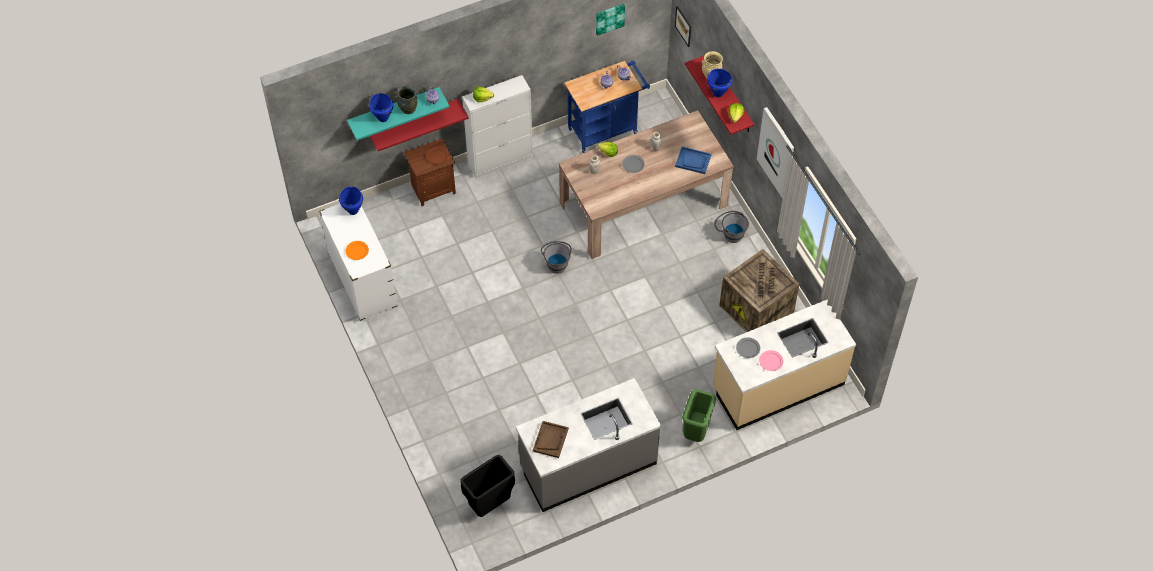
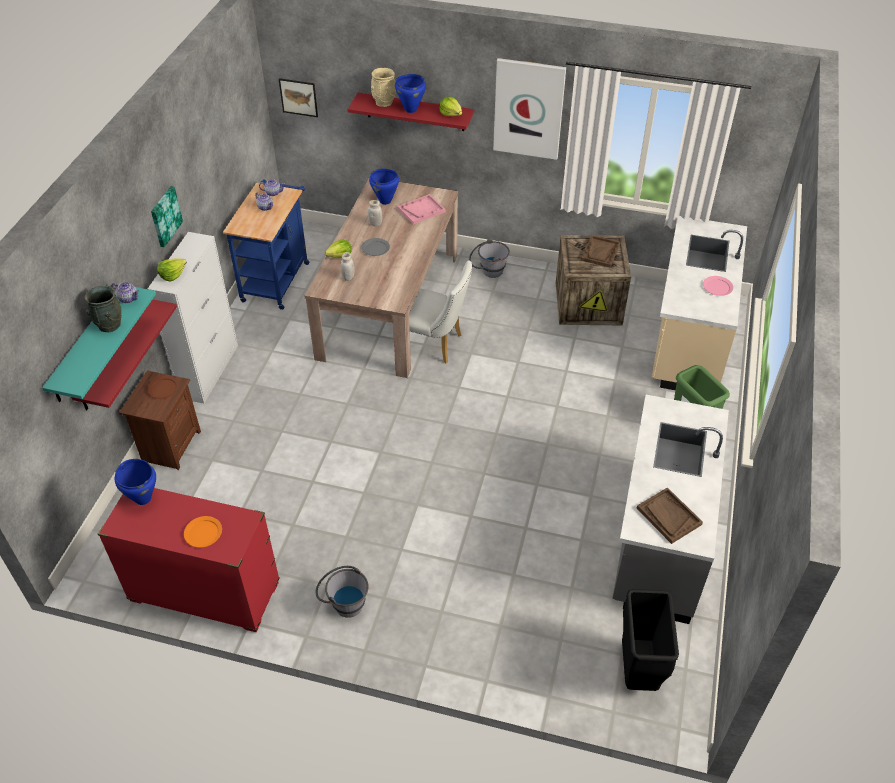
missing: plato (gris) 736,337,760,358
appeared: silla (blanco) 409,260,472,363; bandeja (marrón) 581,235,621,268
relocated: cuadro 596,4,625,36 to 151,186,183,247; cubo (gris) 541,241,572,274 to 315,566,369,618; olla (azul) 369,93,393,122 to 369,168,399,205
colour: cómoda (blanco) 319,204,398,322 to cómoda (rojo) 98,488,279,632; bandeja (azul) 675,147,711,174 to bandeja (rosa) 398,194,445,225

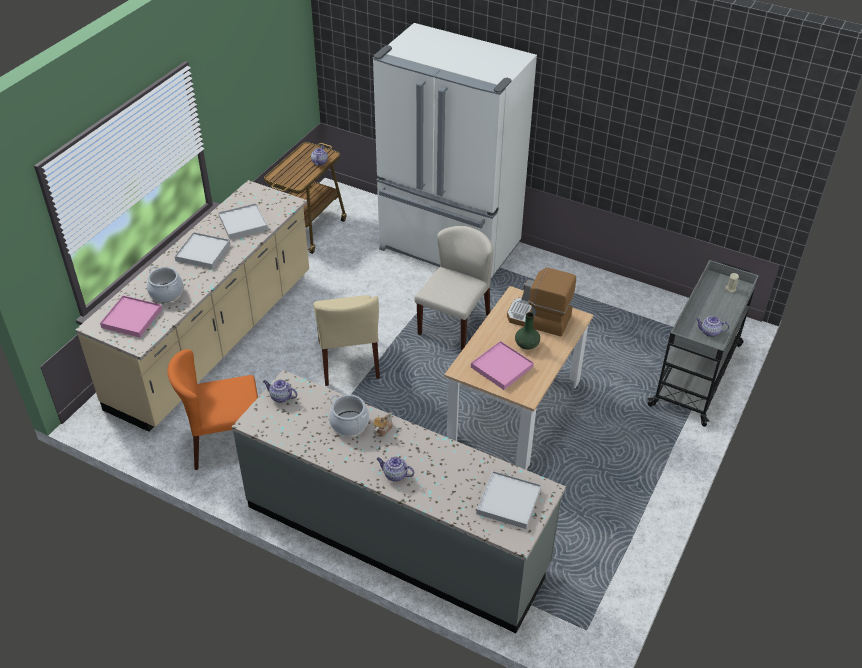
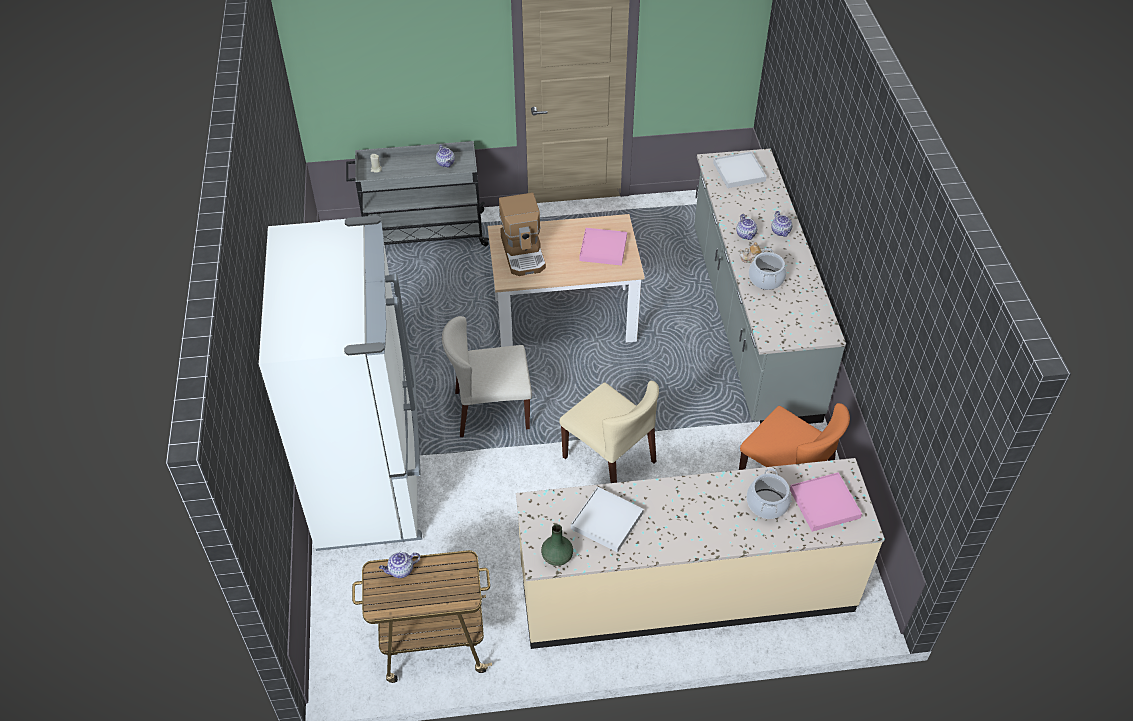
missing: bandeja (blanco) 175,232,230,269
relocated: florero (verde) 515,312,540,350 to 541,524,573,566; tetera 263,379,297,403 to 736,214,757,240
spun: silla (beis) 313,295,380,386 = 559,381,659,483 90 degrees clockwise

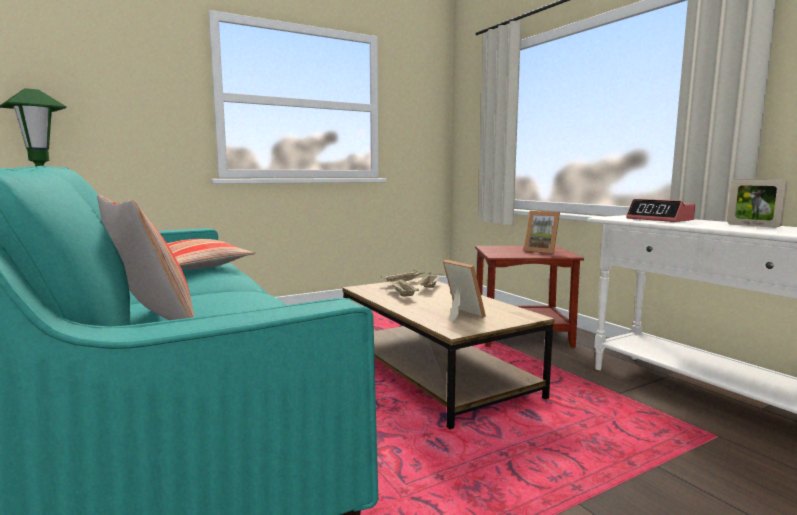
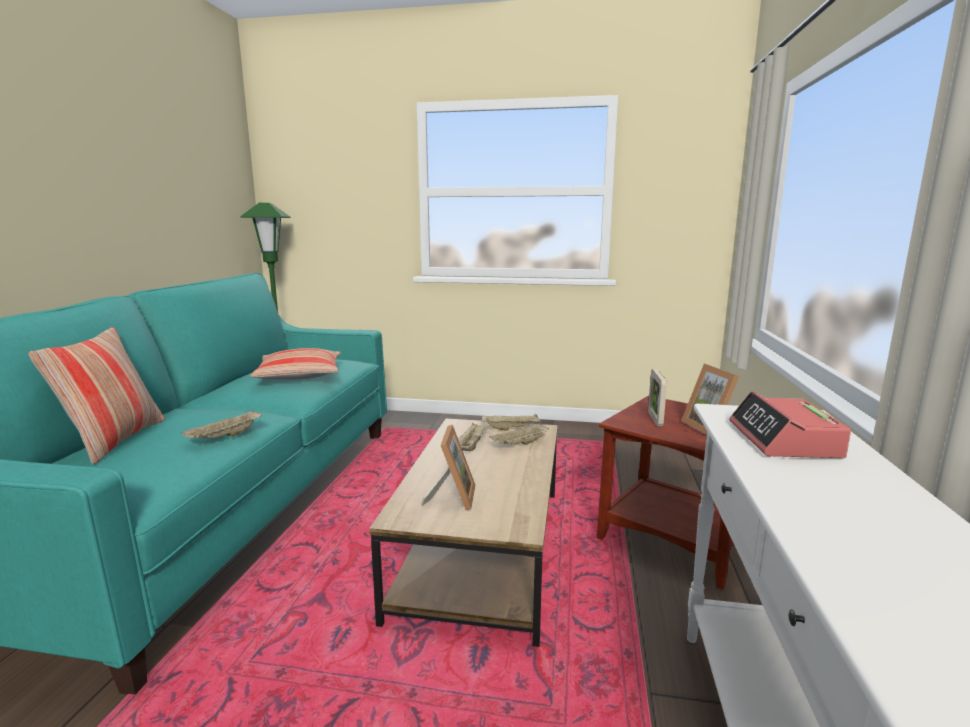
appeared: bandeja (beis) 181,410,262,438
relocated: portarretratos 727,179,787,228 to 648,369,667,427

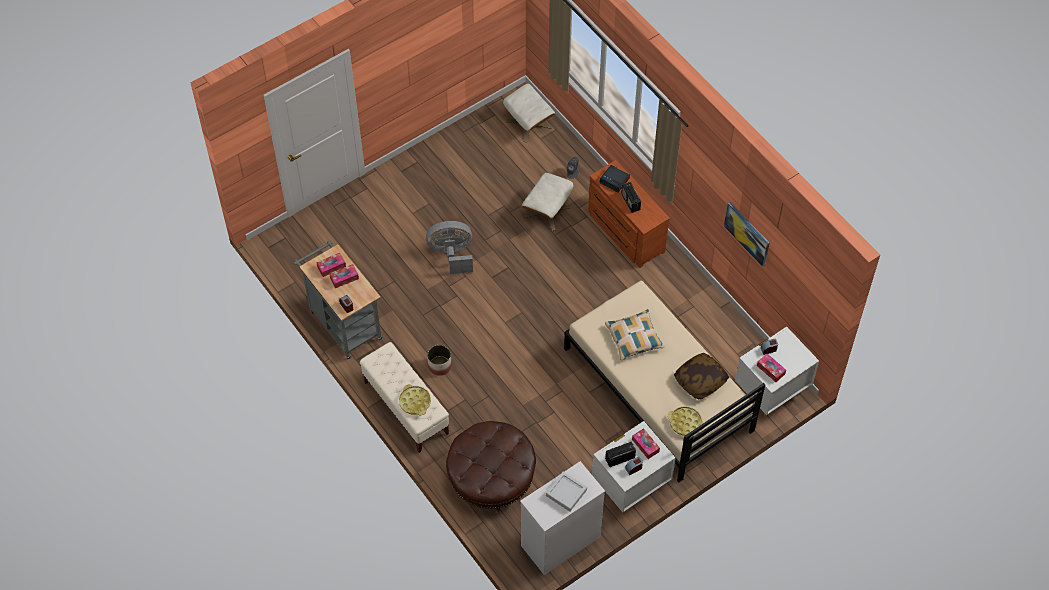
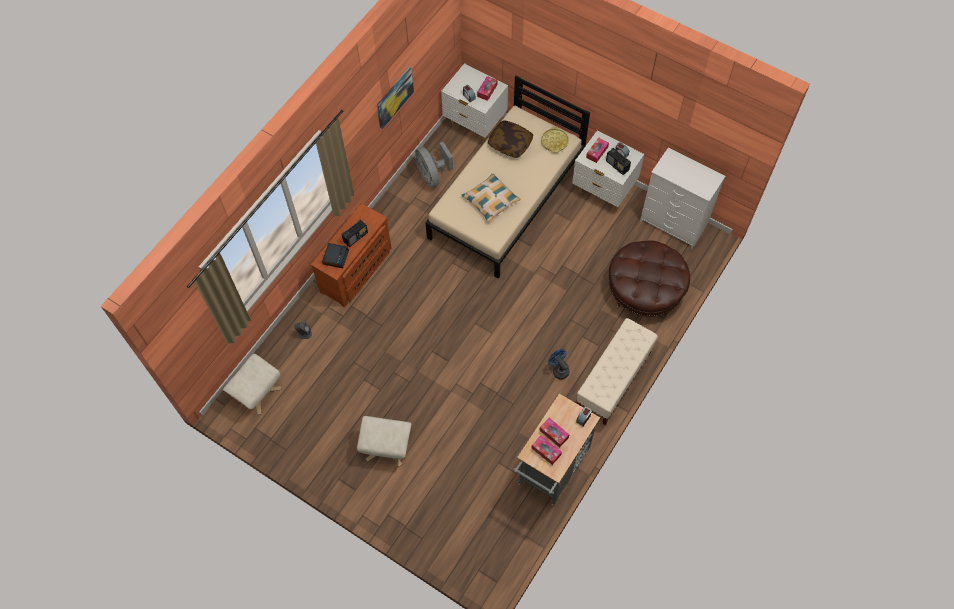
missing: bandeja (amarillo) 399,384,431,415; bandeja (gris) 546,471,587,512
relocated: puf (beis) 522,172,574,231 to 356,416,412,467; ventilador (gris) 426,221,473,274 to 415,142,453,187
exchanged: maceta 427,345,452,375 to ventilador (azul) 548,349,570,380

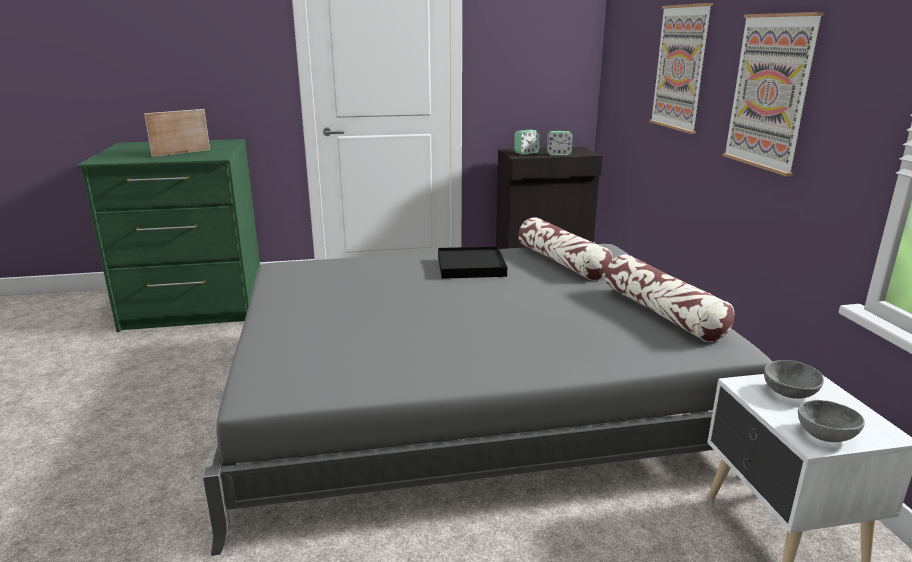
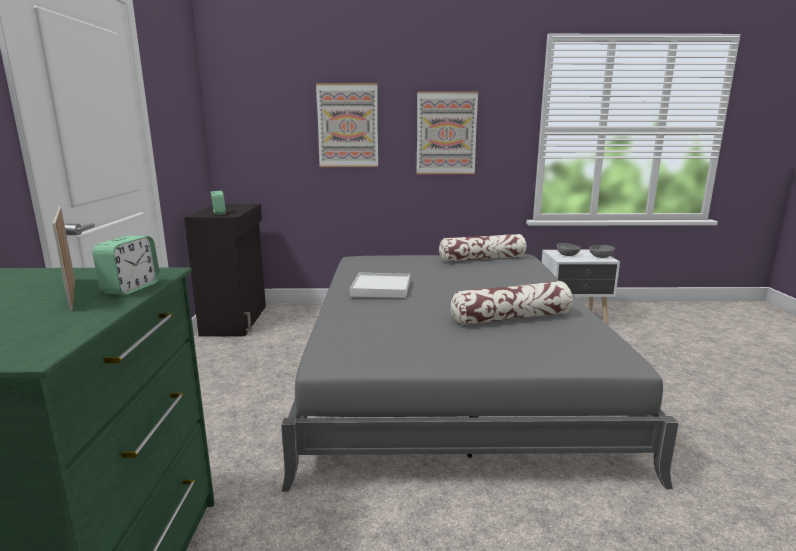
relocated: despertador 547,131,573,155 to 92,236,160,295; cojín 518,217,613,281 to 451,281,572,325
colour: bandeja (negro) 438,246,507,279 to bandeja (blanco) 350,273,410,298

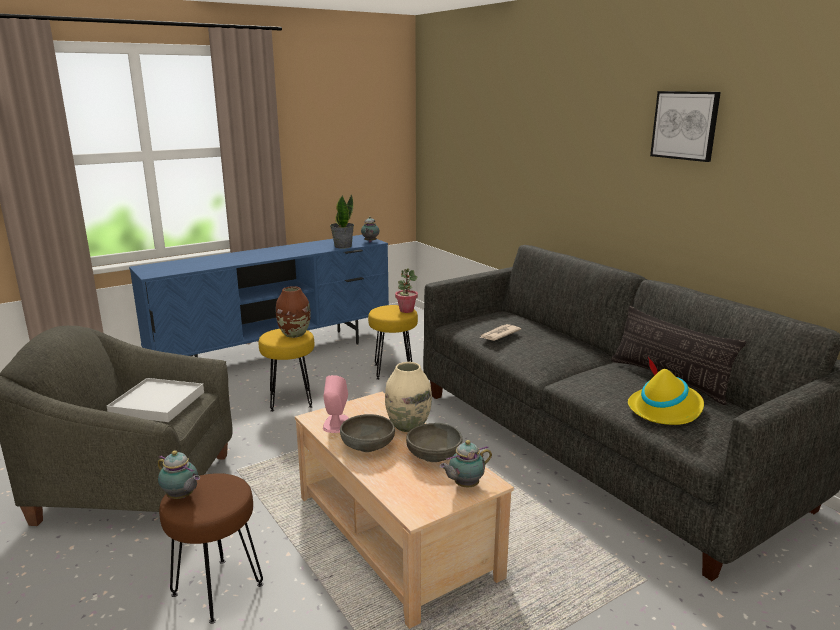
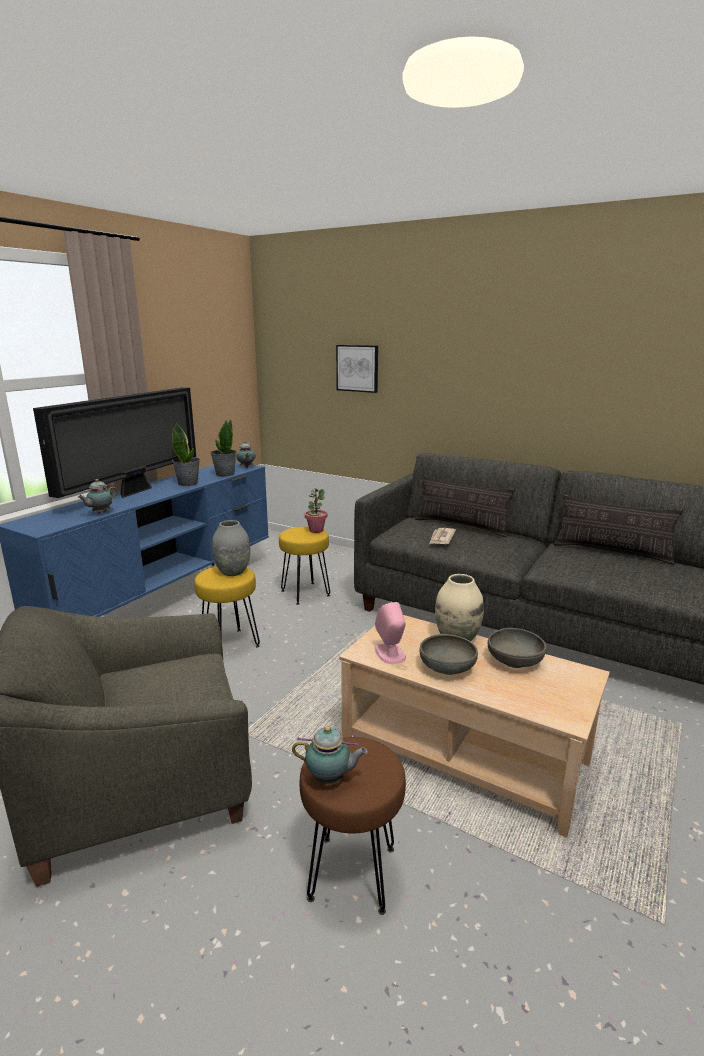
missing: bandeja (blanco) 107,378,204,422; sombrero (amarillo) 628,357,704,425
appeared: televisor 33,387,196,498; planta en maceta 172,423,200,486; cojín 415,475,515,537
relocated: tetera 440,440,492,487 to 78,479,118,514; cuadro 650,91,721,162 to 336,345,378,393
colour: florero (marrón) 276,286,311,338 to florero (gris) 212,520,250,576

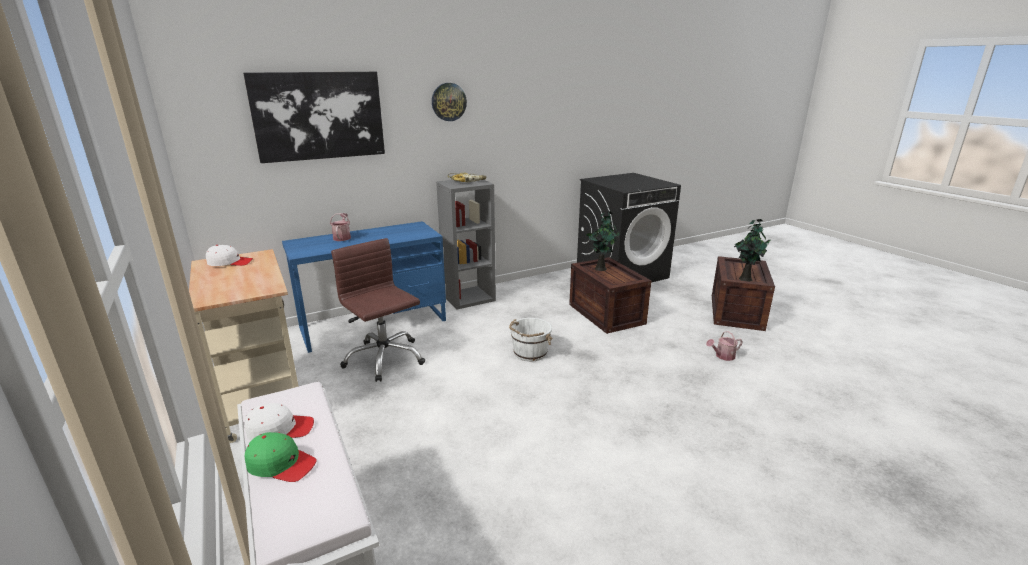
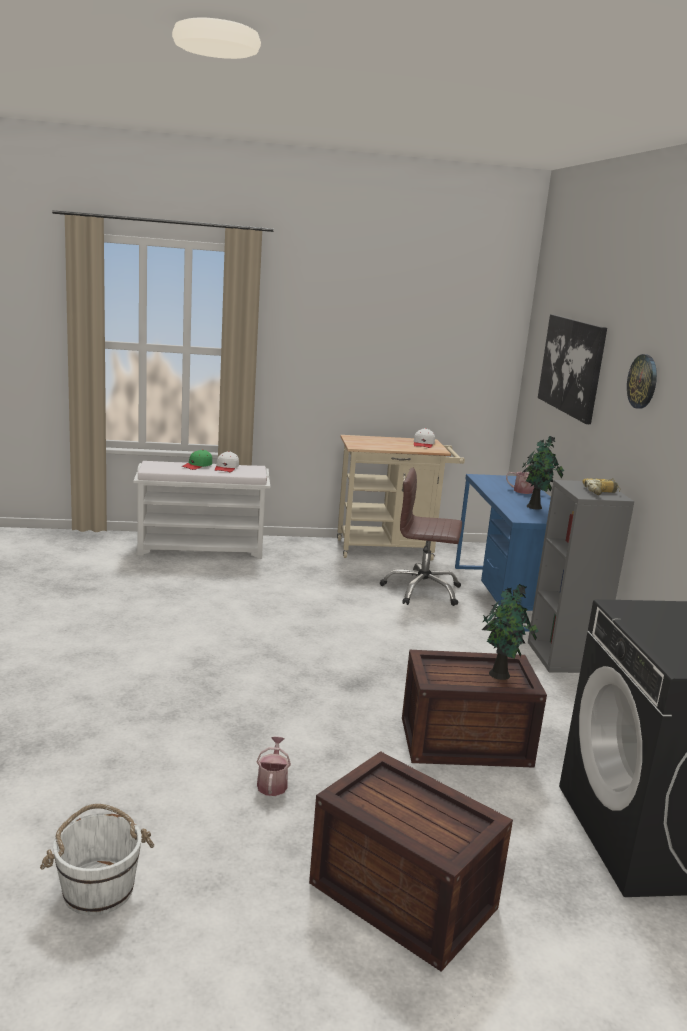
relocated: cubo (blanco) 509,318,553,361 to 40,804,154,916; planta en maceta 734,219,770,281 to 522,436,564,510
spun: silla de oficina (marrón) 331,238,425,382 = 380,467,462,606 150 degrees counterclockwise

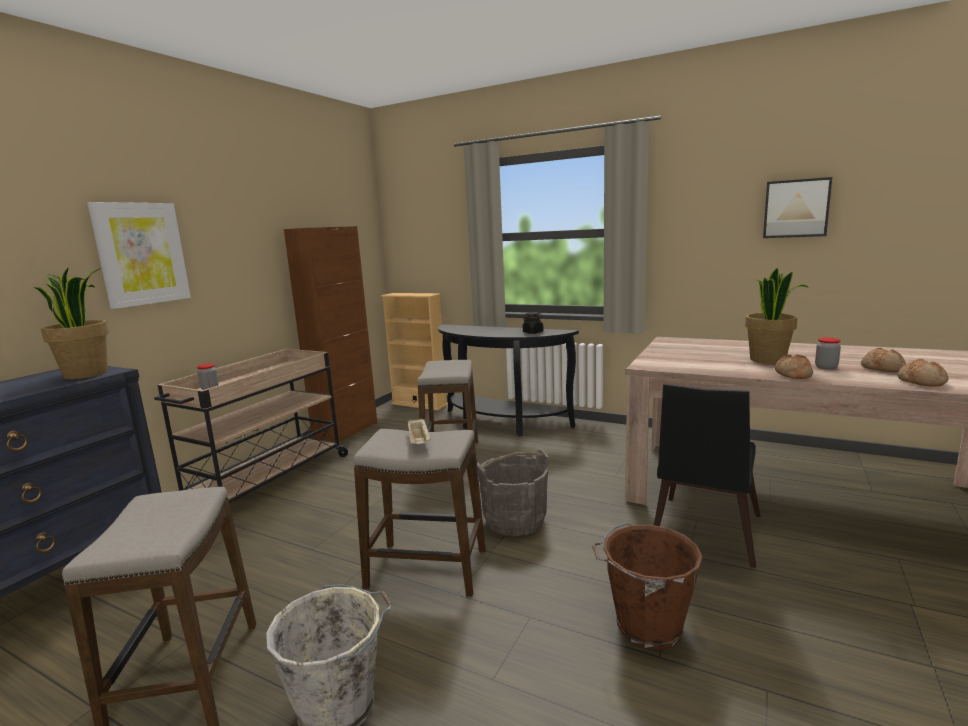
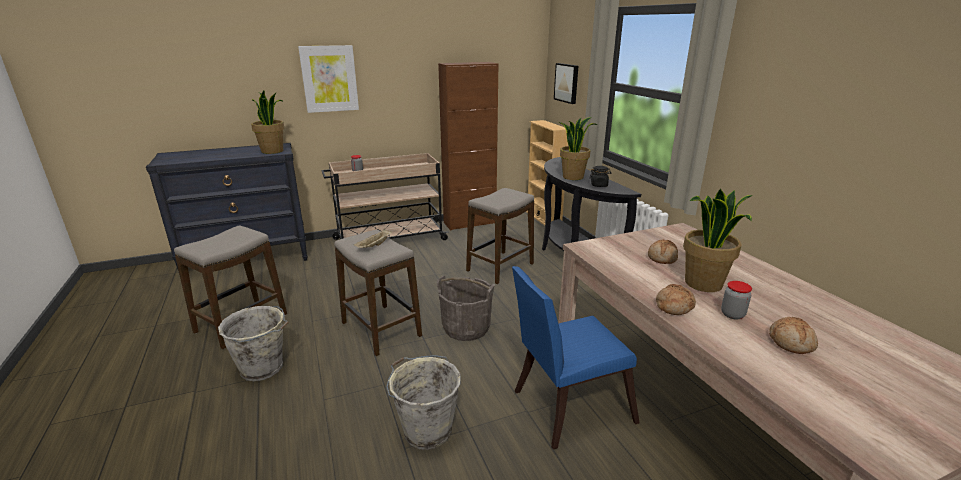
appeared: planta en maceta 559,117,598,180
relocated: cuadro 763,177,832,238 to 554,63,578,104; pan 898,359,948,387 to 648,239,678,264
colour: cubo (marrón) 592,523,703,650 to cubo (gris) 386,355,461,450; silla (negro) 654,384,760,568 to silla (azul) 512,266,640,450

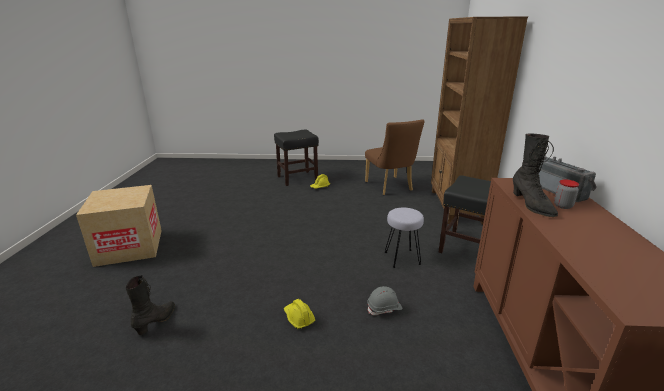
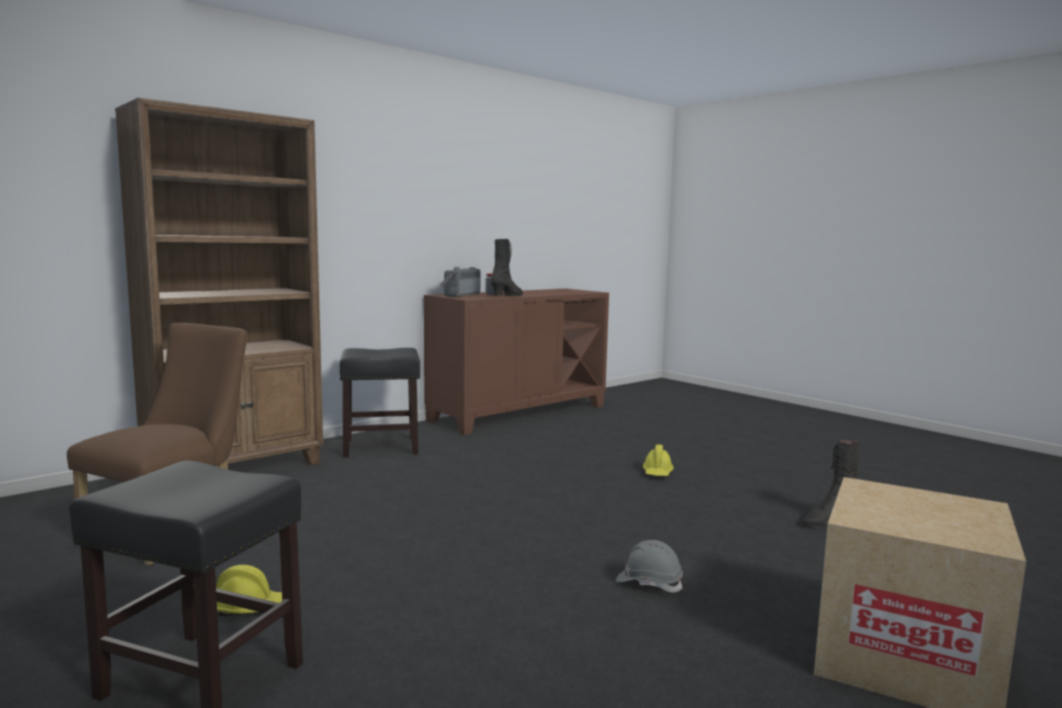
missing: taburete (gris) 385,208,424,268
relocated: casco (gris) 367,286,403,315 to 616,540,683,593

